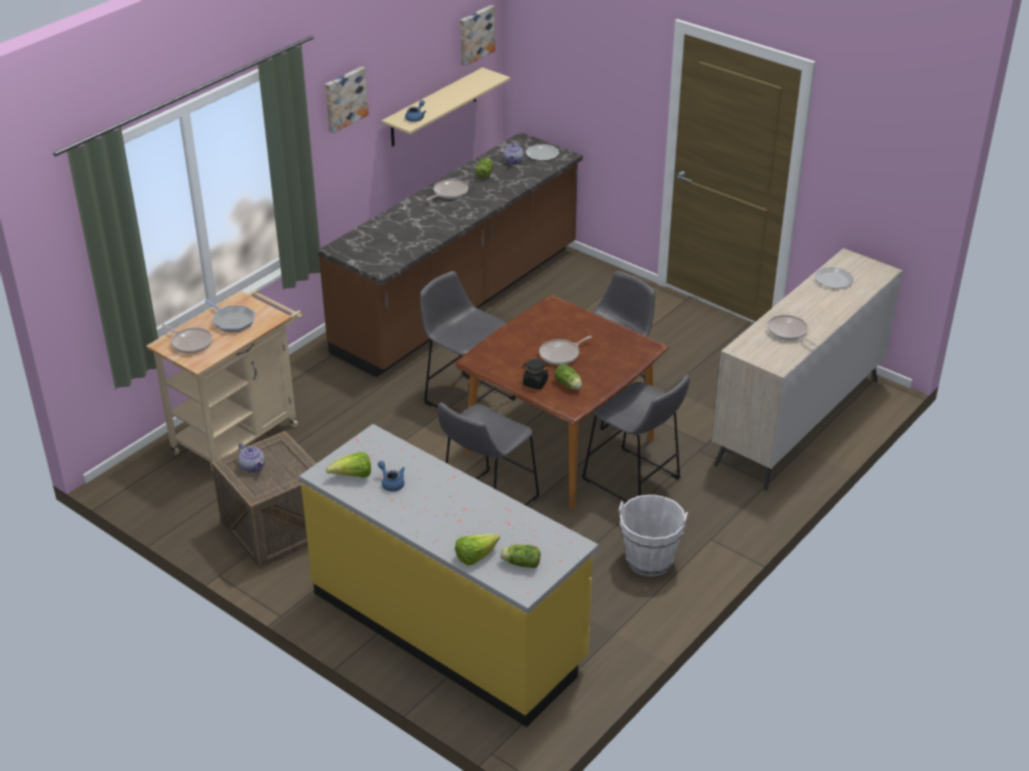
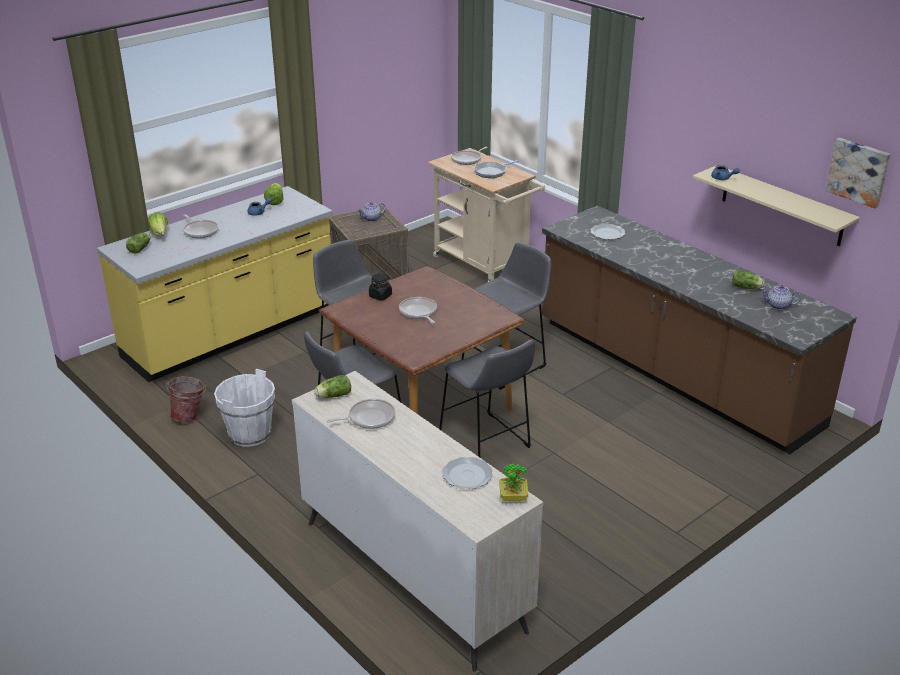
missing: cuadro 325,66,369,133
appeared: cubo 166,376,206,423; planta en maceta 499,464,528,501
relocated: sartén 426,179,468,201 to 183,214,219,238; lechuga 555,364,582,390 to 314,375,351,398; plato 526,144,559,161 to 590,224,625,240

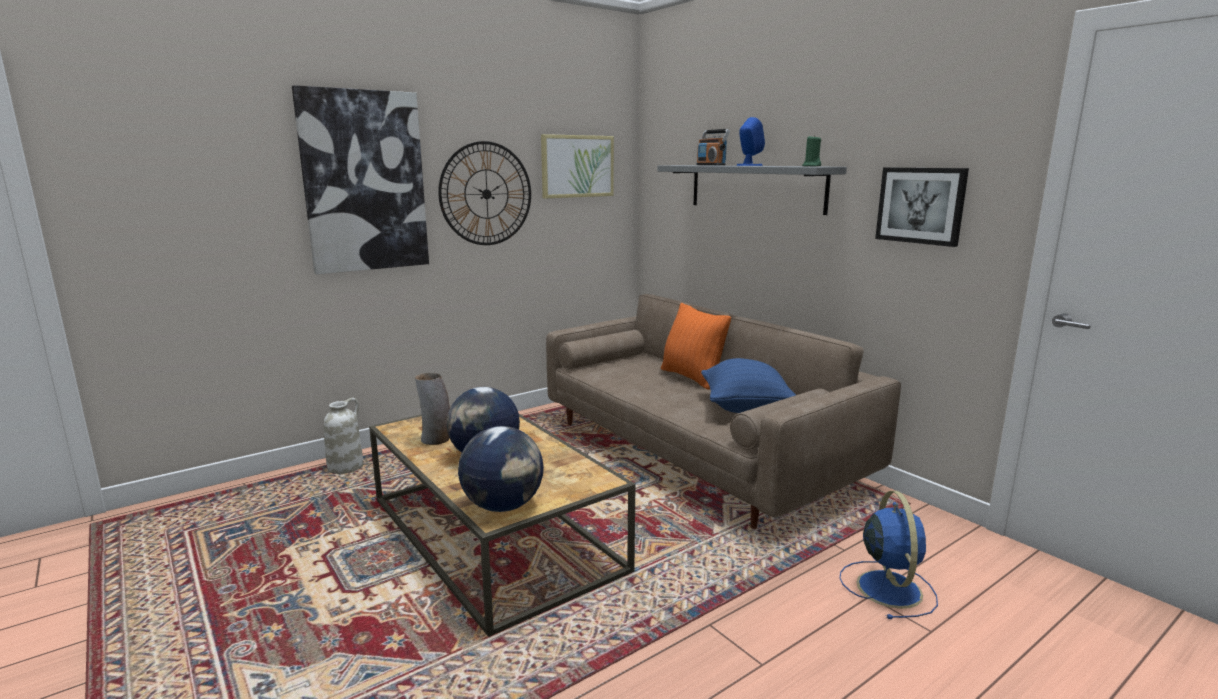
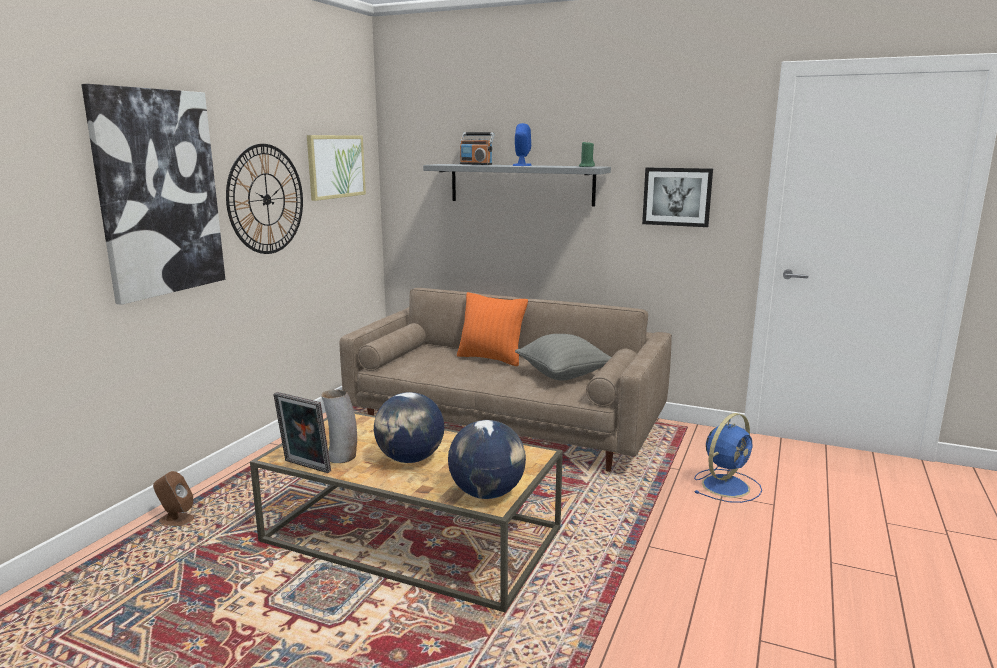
appeared: portarretratos 273,392,331,473
exchanged: florero (blanco) 324,398,364,474 to altavoz (marrón) 153,471,194,526
colour: cojín (azul) 701,358,796,413 to cojín (gris) 515,334,612,380
spun: ventilador (azul) 840,491,938,619 = 694,413,762,503 75 degrees clockwise

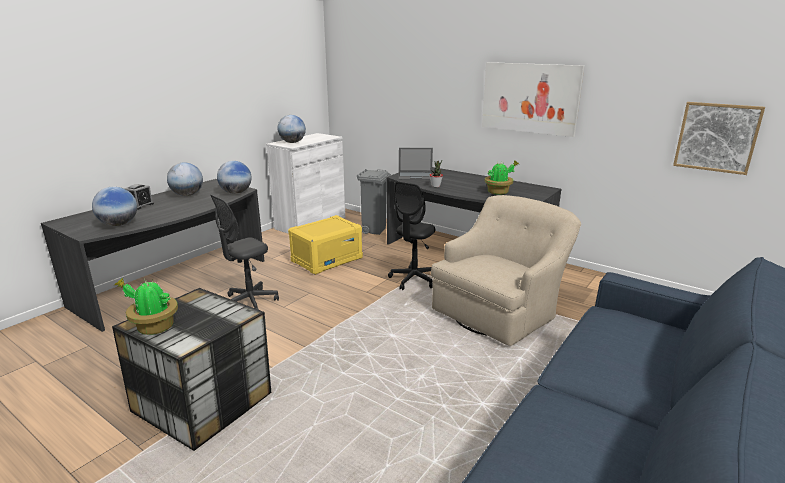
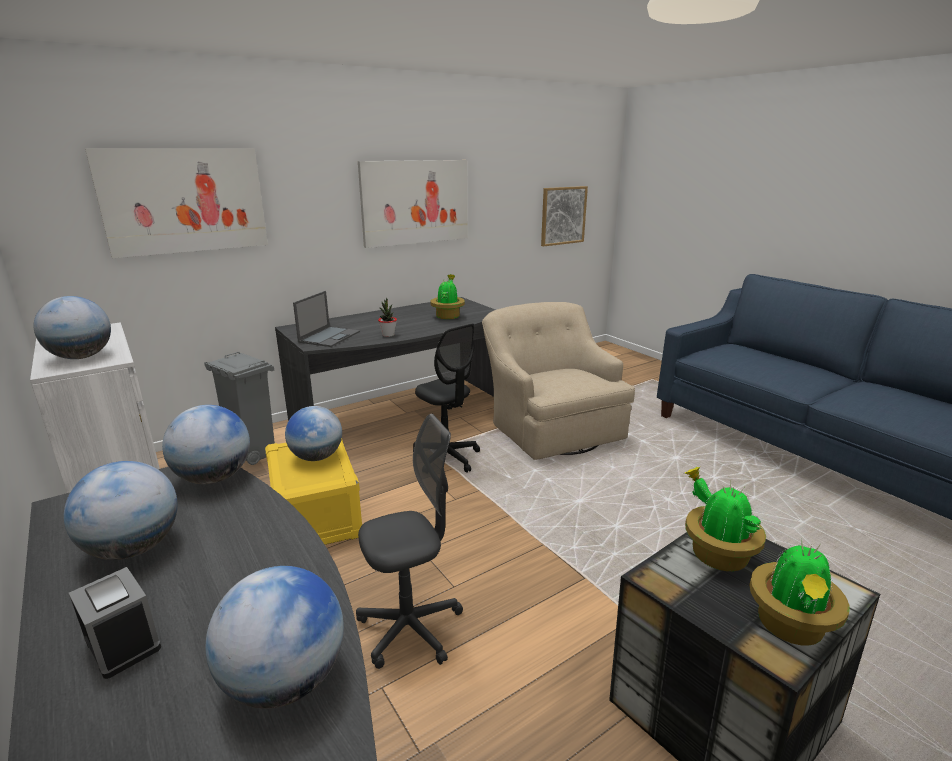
appeared: cuadro 85,148,268,258; globo terráqueo 285,406,342,461; planta en maceta 684,467,766,571
spun: silla de oficina (gris) 210,195,279,310 = 356,414,463,669 90 degrees counterclockwise

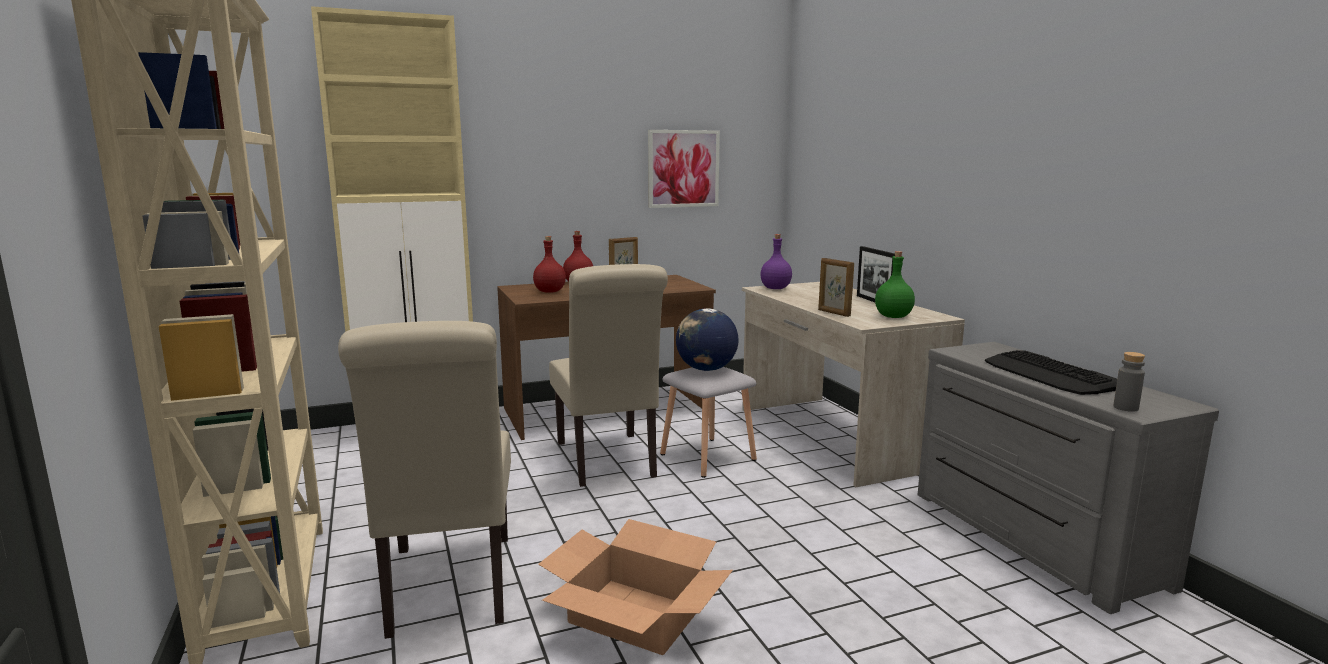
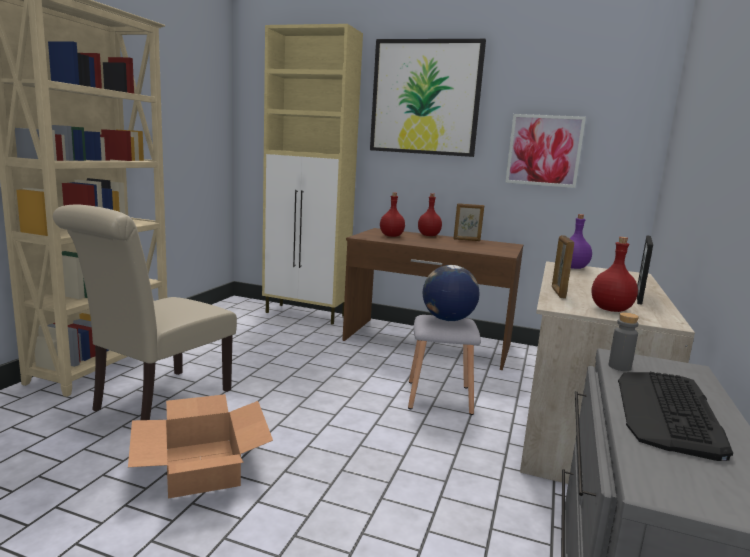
missing: silla (beis) 549,264,668,487
appeared: cuadro 370,39,486,157
relocated: botella (gris) 1113,352,1145,412 to 608,312,639,371
colour: botella (verde) 875,251,915,318 to botella (rojo) 592,237,638,312

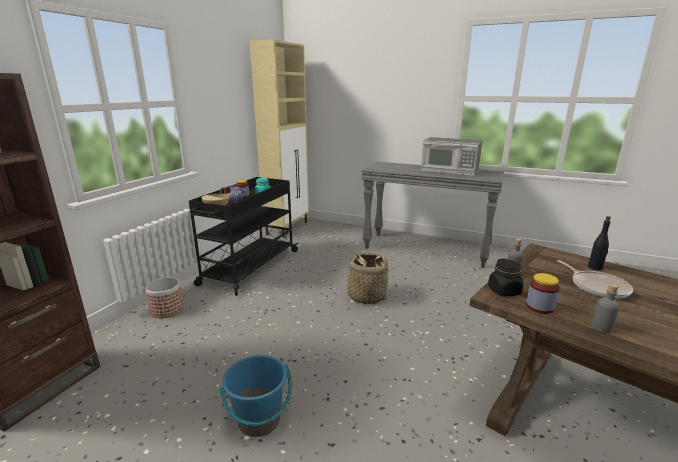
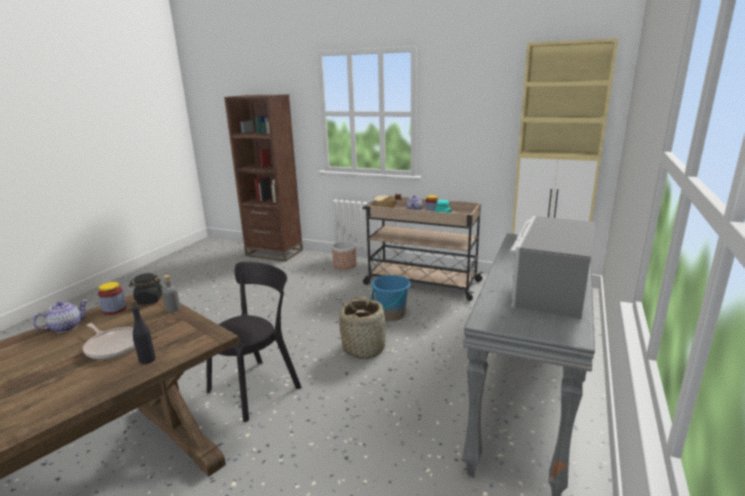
appeared: silla (negro) 207,262,301,422
relocated: cubo (azul) 219,355,292,437 to 371,275,411,321
exchanged: botella (gris) 591,284,620,333 to tetera 33,300,88,333
colour: carrito (negro) 189,177,299,296 to carrito (beis) 362,195,484,301
spun: sartén 557,260,633,299 = 83,323,136,359 120 degrees counterclockwise

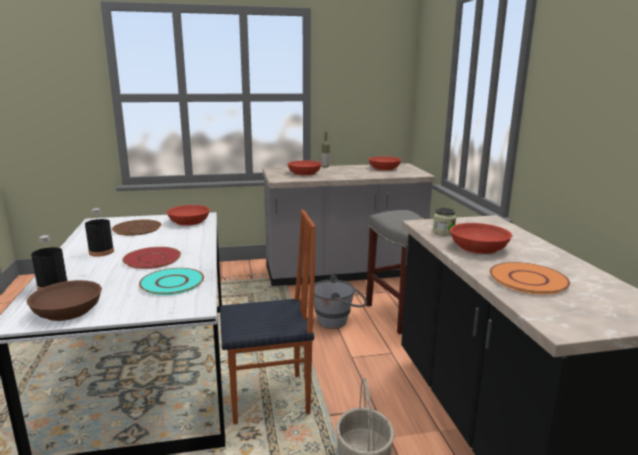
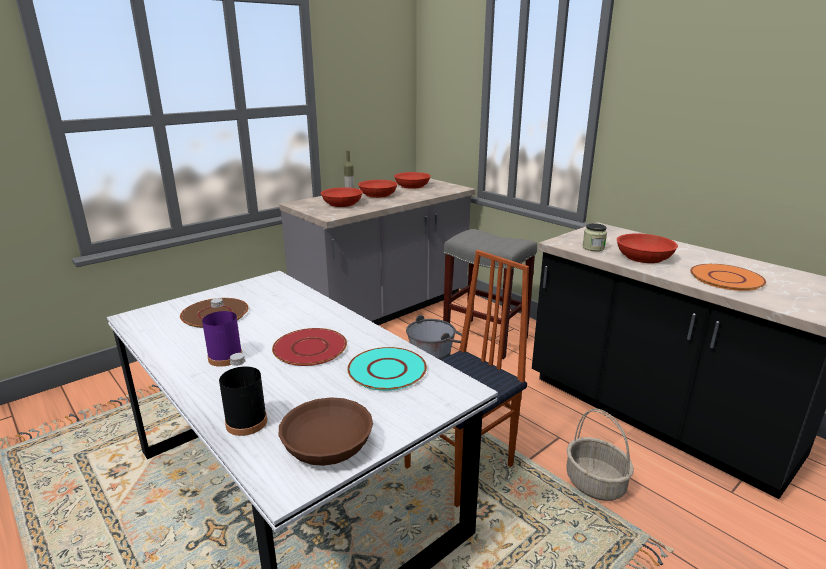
relocated: cuenco (rojo) 166,205,210,226 to 358,180,398,198
colour: botella (negro) 85,208,114,257 to botella (morado) 202,298,242,367

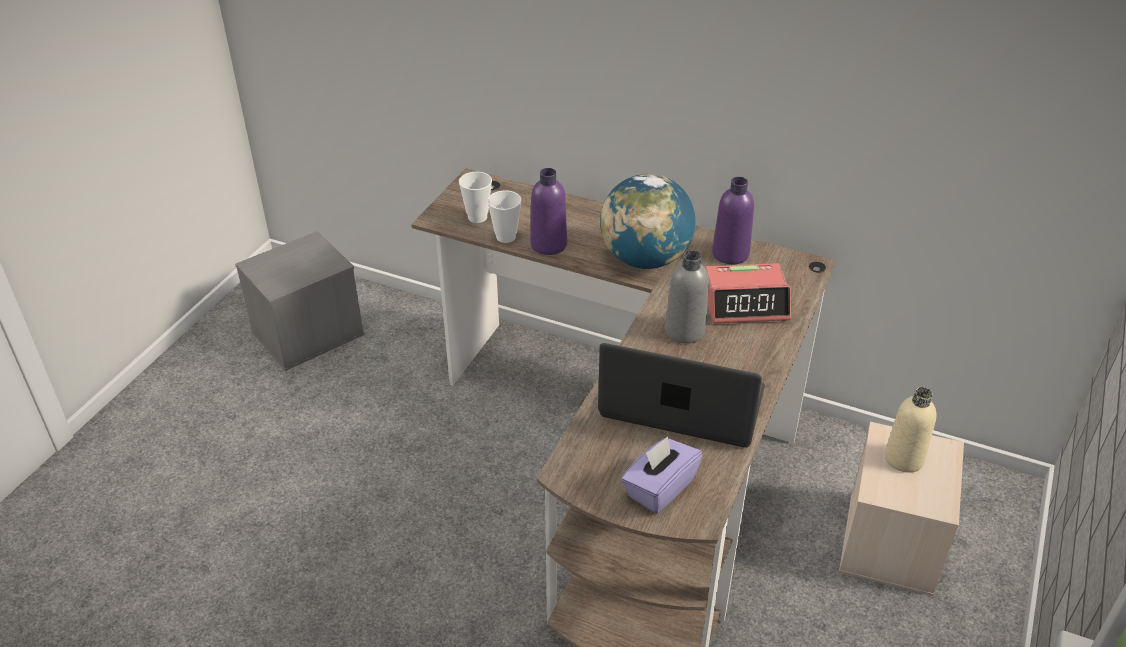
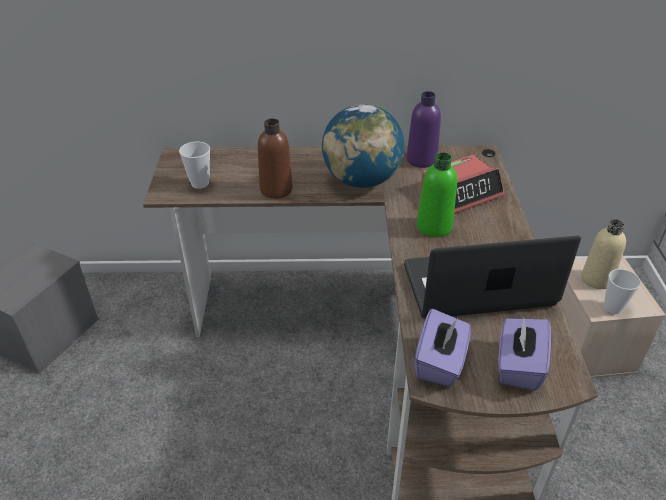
appeared: caja de pañuelos (morado) 415,309,471,387
relocated: taza 487,190,522,243 to 604,269,641,314
colour: botella (morado) 530,168,567,255 to botella (marrón) 258,118,293,199; botella (gris) 665,250,709,344 to botella (verde) 417,153,457,237

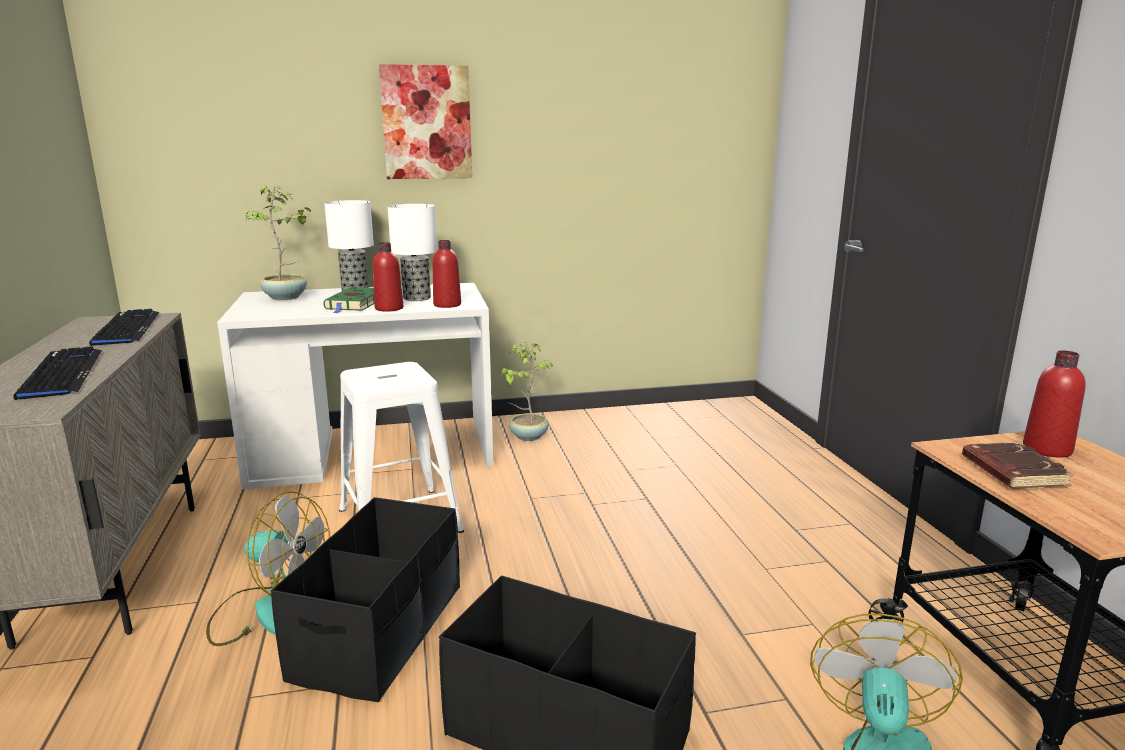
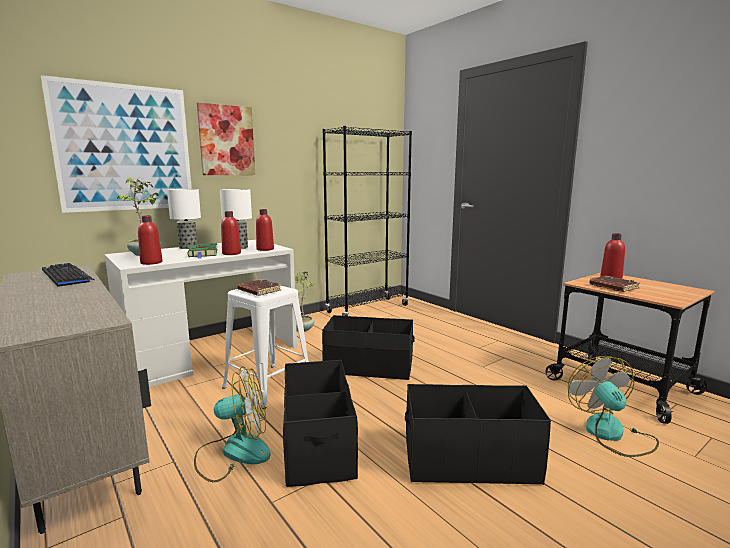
missing: teclado 14,346,102,401
appeared: cuadro 41,75,192,213; botella (rojo) 138,216,163,265; libro (marrón) 237,279,281,296; estantería (negro) 322,126,412,316; caja de almacenaje (negro) 322,315,415,380

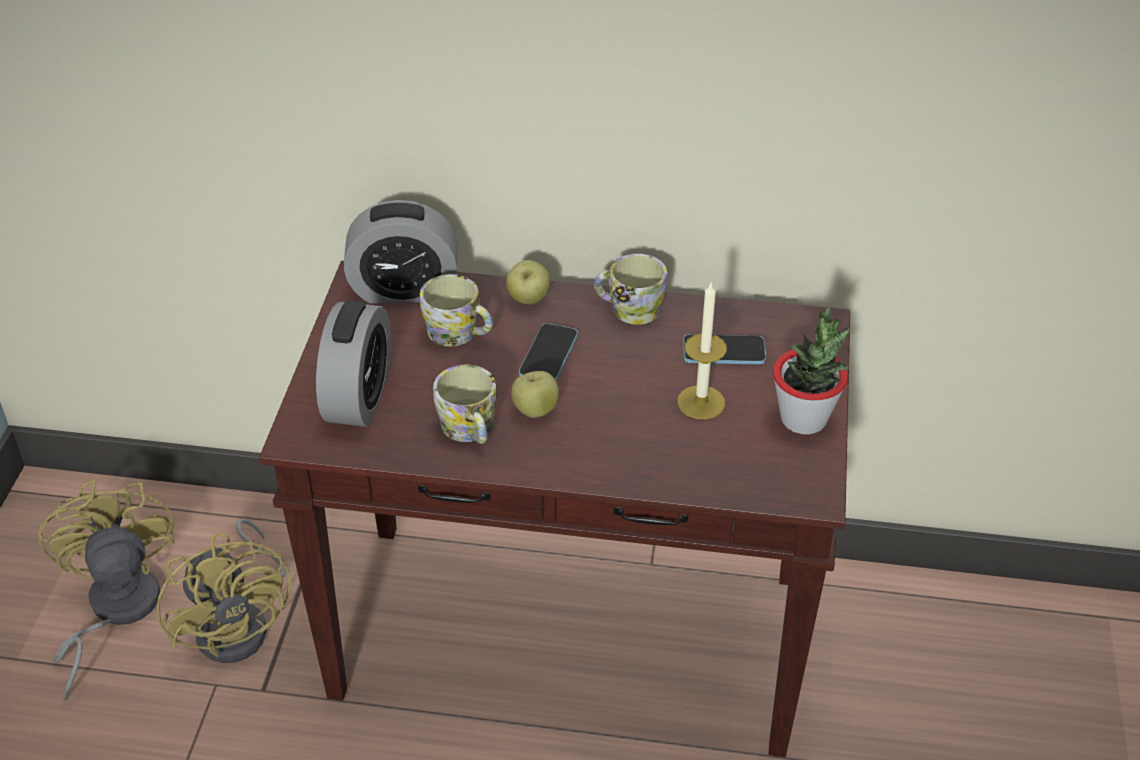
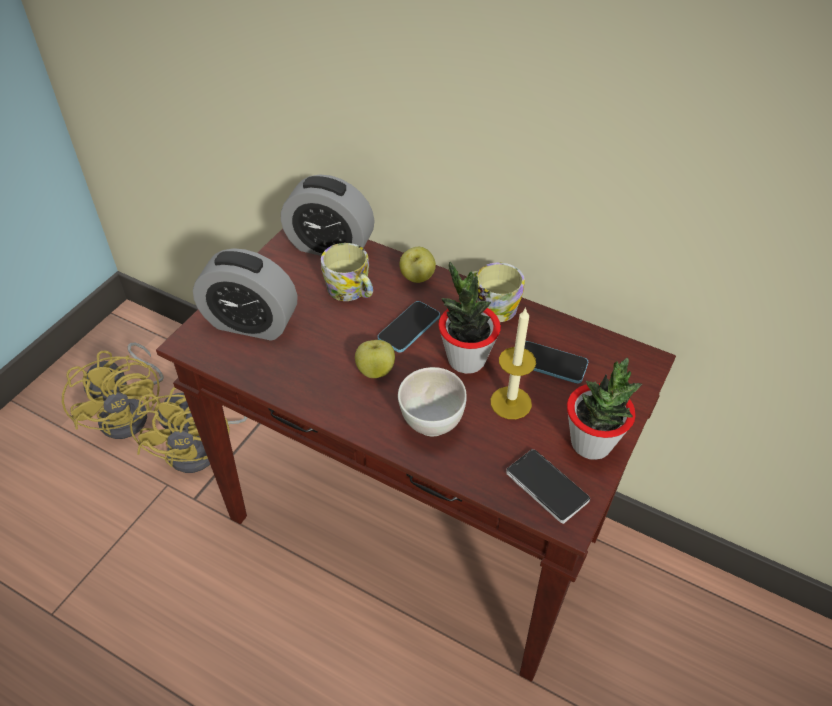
missing: taza grande 433,364,497,444
appeared: cuenco (blanco) 398,367,467,436; planta en maceta 439,262,501,374; móvil 506,449,590,524
spun: ventilador (amarillo) 39,479,175,701 = 62,342,164,439 150 degrees clockwise; despertador 316,301,391,427 = 193,248,298,341 75 degrees clockwise

